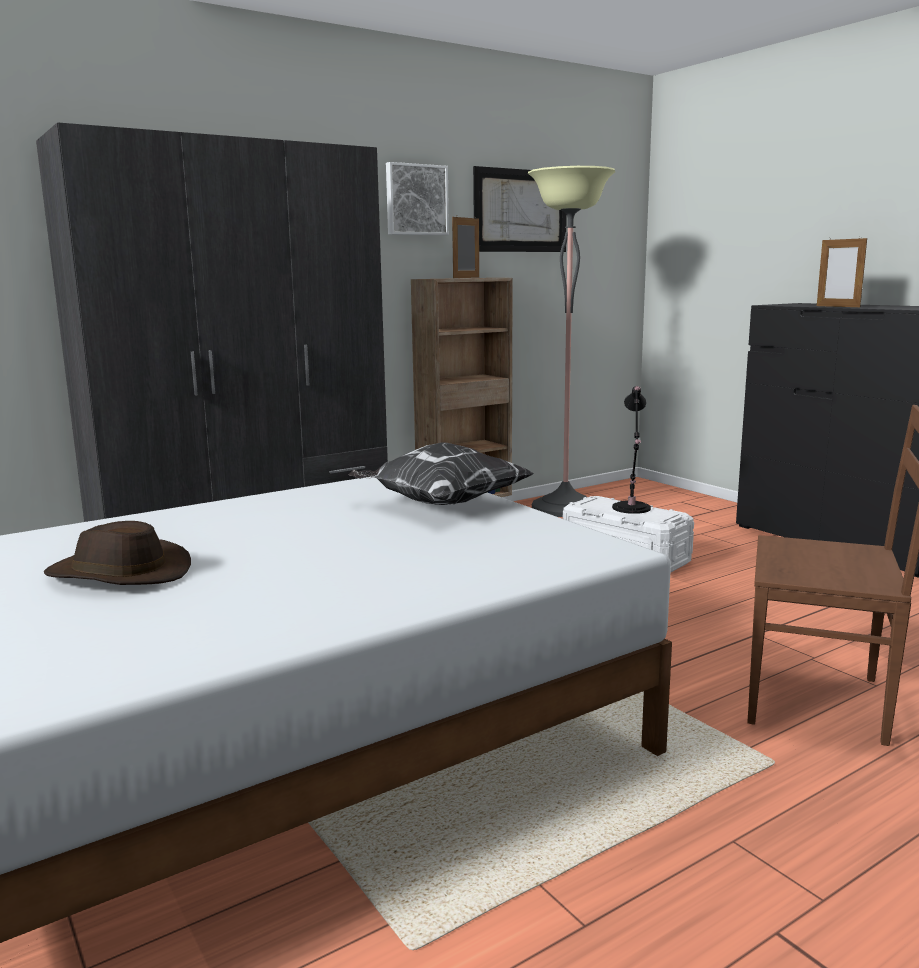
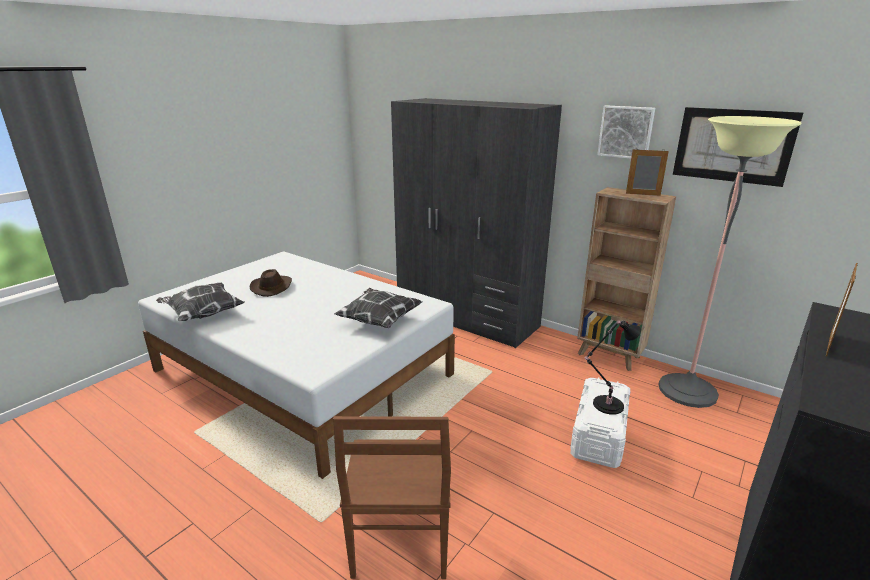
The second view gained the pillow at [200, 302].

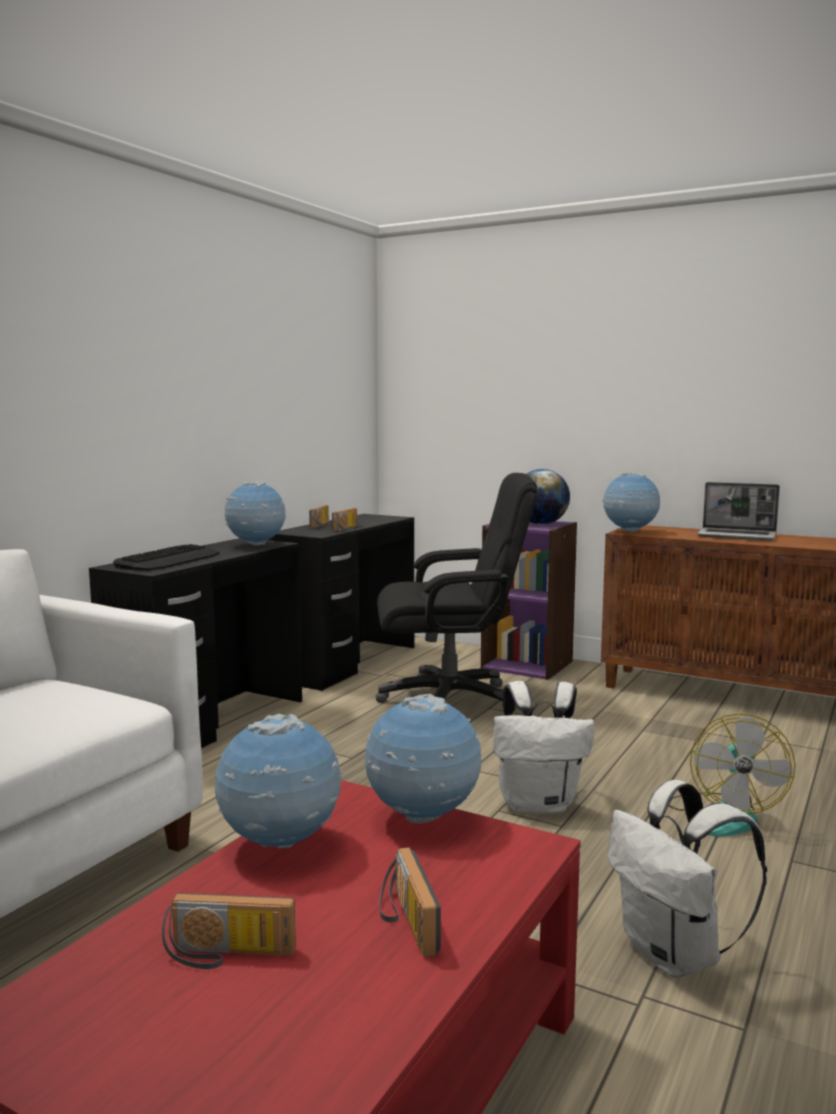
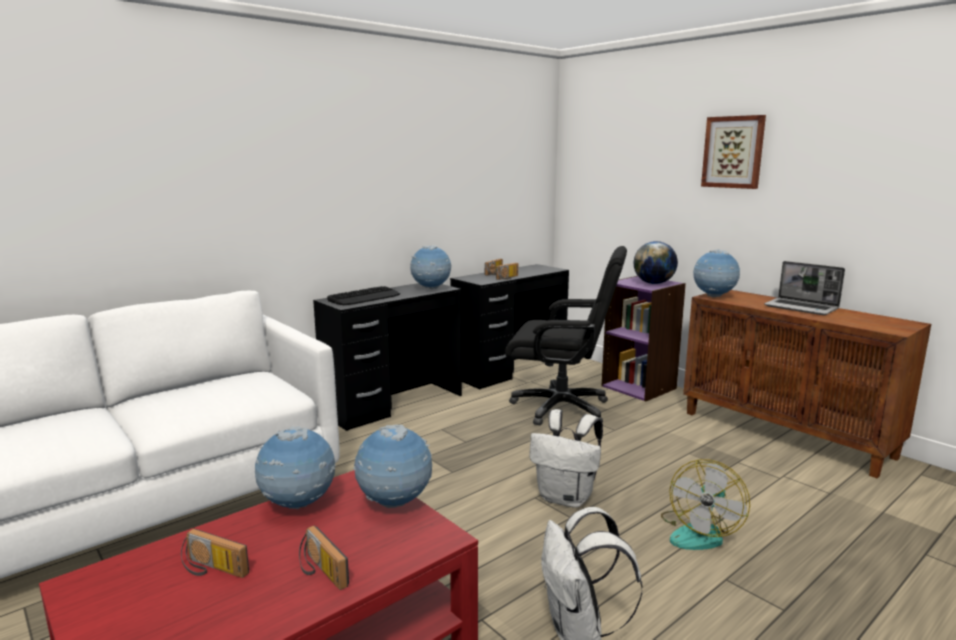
The second view gained the wall_art at [733, 152]. The radio_set at [410, 902] ended up facing another way, 45 degrees counterclockwise from before.

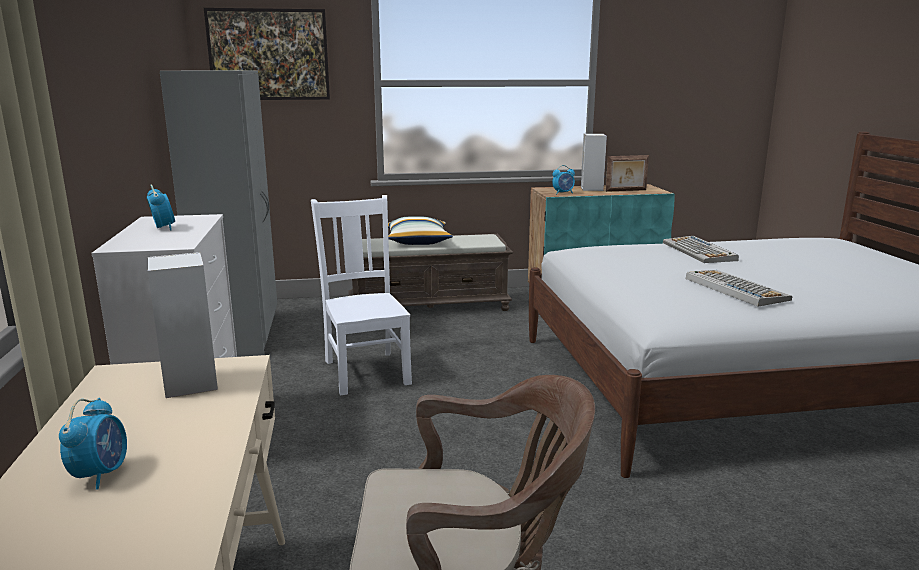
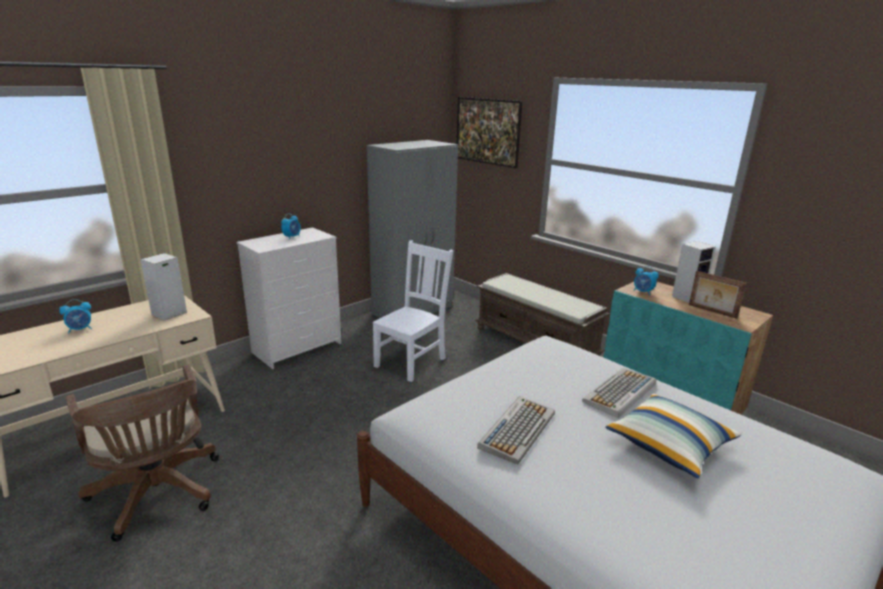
The pillow ended up elsewhere, having gone from [420, 230] to [673, 435].

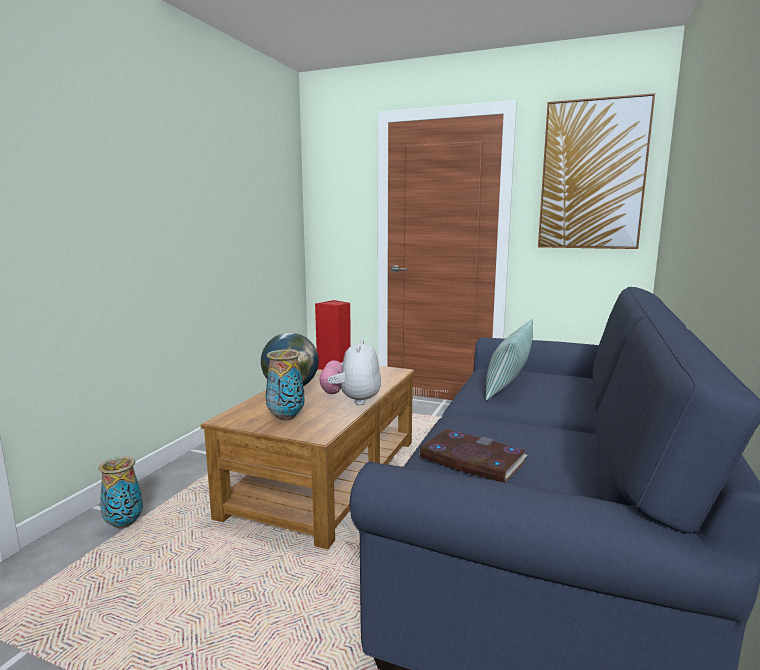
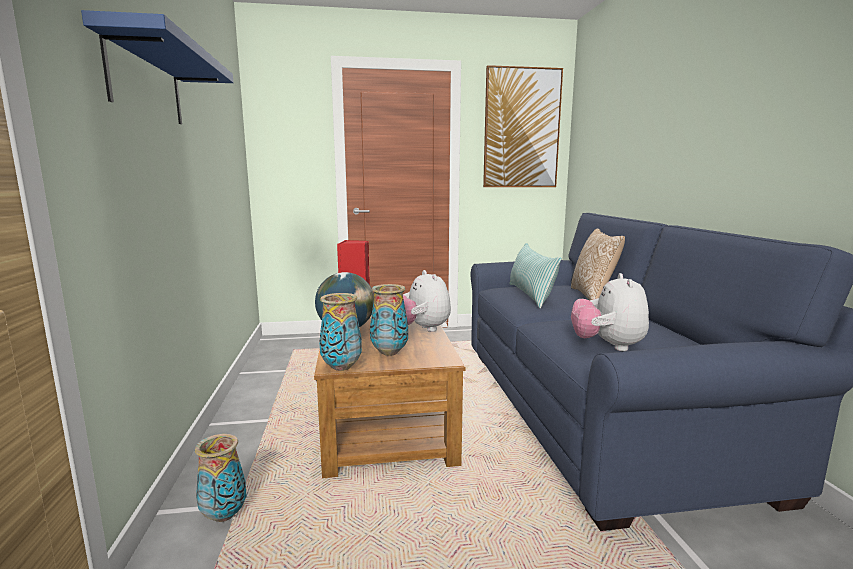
The second view gained the blue-coloured_shelf at [157, 67]. The second view gained the vase at [340, 332]. The second view gained the pillow at [598, 264]. Where the book stood at [473, 455], the plush_toy came to stand at [610, 312].

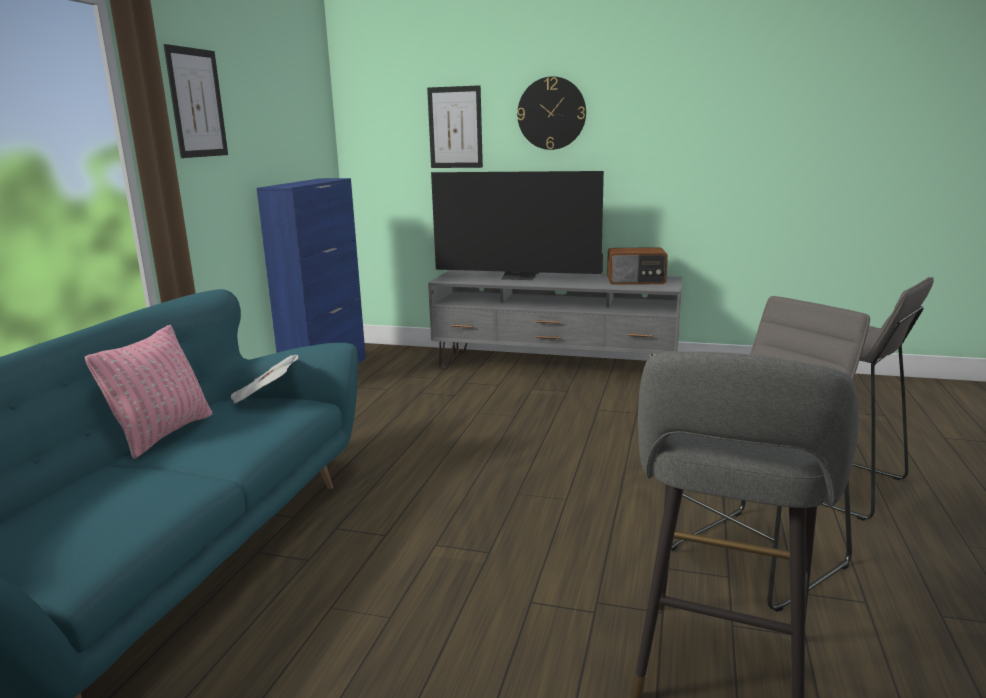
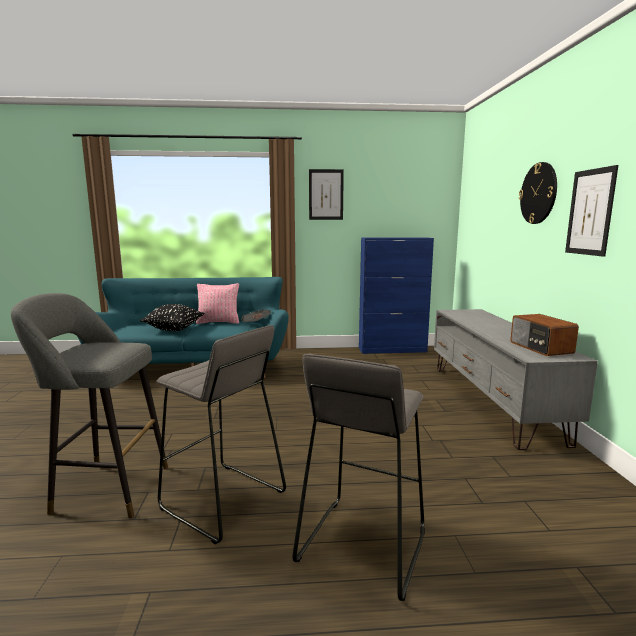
The second view lost the television at [517, 225]. The second view gained the black_pillow at [172, 317]. The wall_art ended up elsewhere, having gone from [455, 126] to [591, 211].

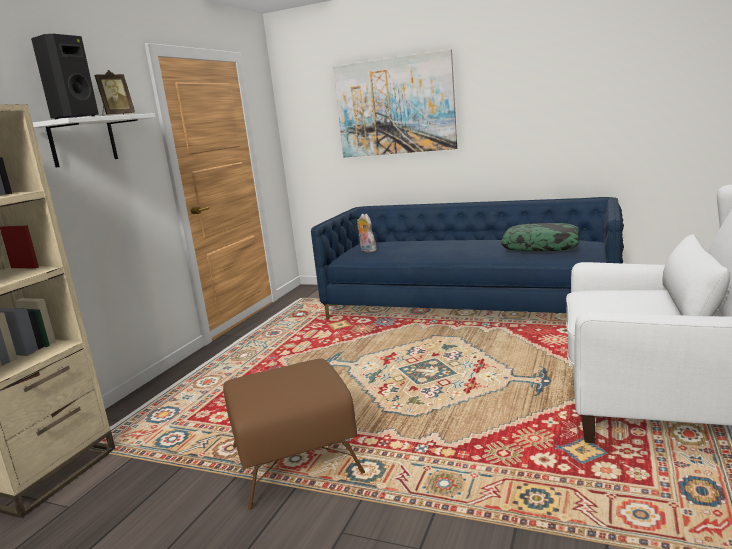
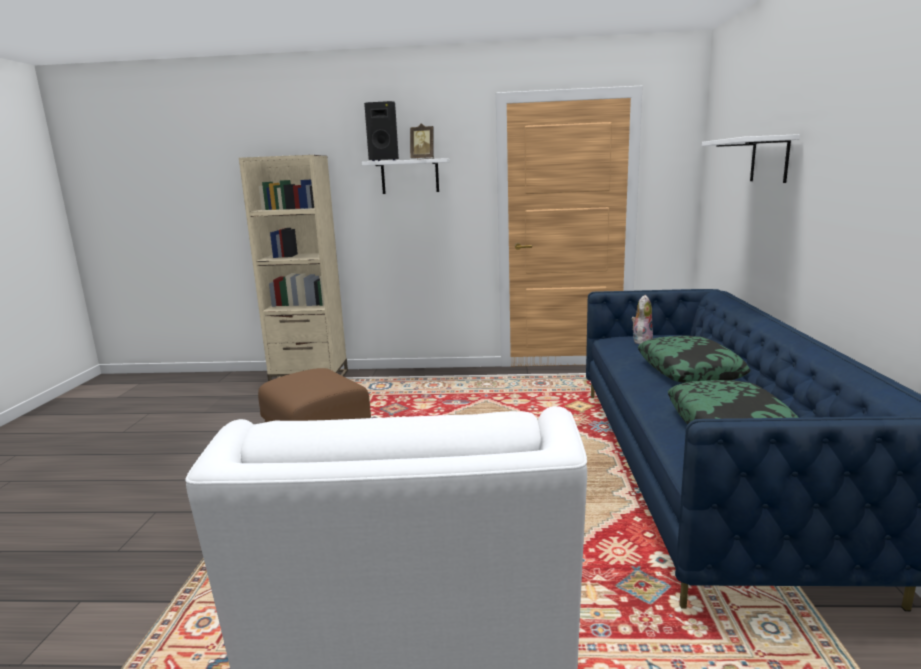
The second view gained the pillow at [694, 359]. Where the wall_art hung at [395, 103], the white-coloured_shelf came to hang at [751, 158].

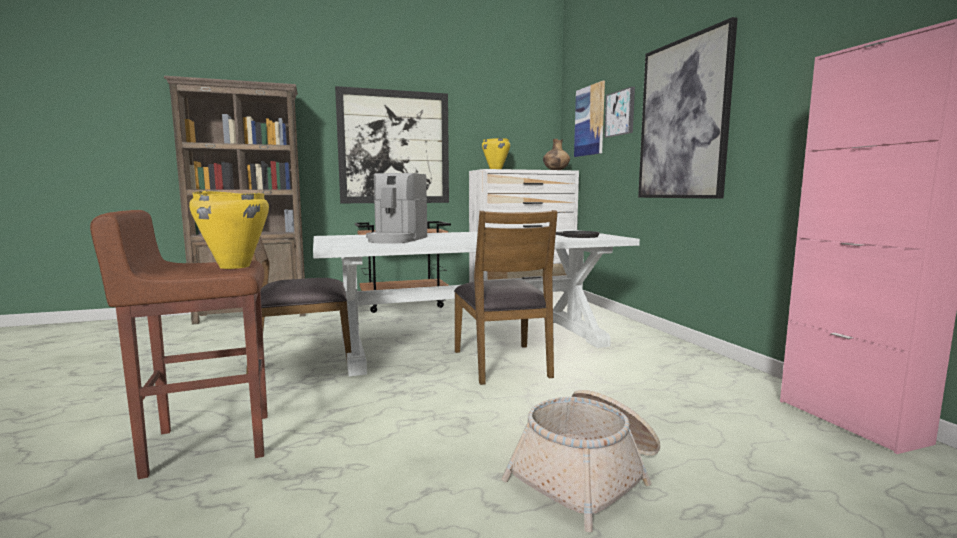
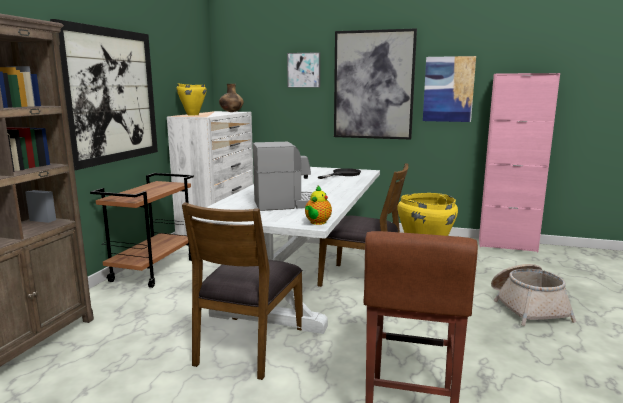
The second view gained the tea_pot at [318, 205]. The wall_art ended up elsewhere, having gone from [589, 119] to [449, 89]. The coffee_maker at [396, 208] ended up facing another way, 60 degrees counterclockwise from before.

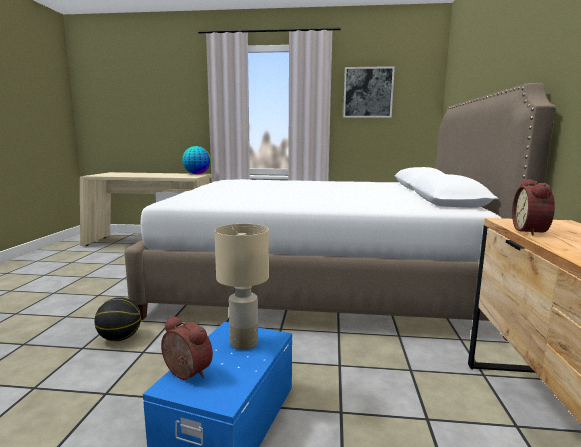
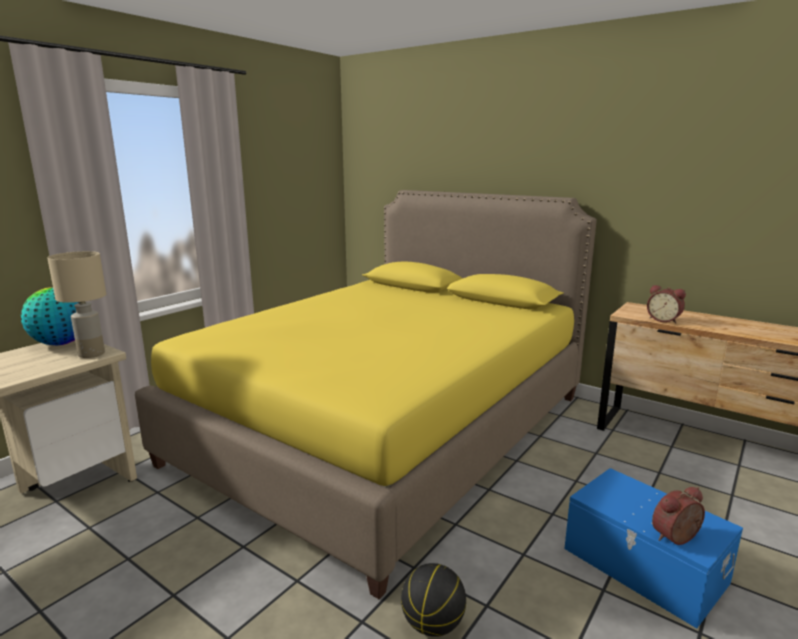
The second view lost the wall_art at [369, 92]. The beige_table_lamp ended up elsewhere, having gone from [241, 287] to [76, 304]. What was the white-coloured_bed at [340, 212] turned into the yellowish_bed at [366, 394].

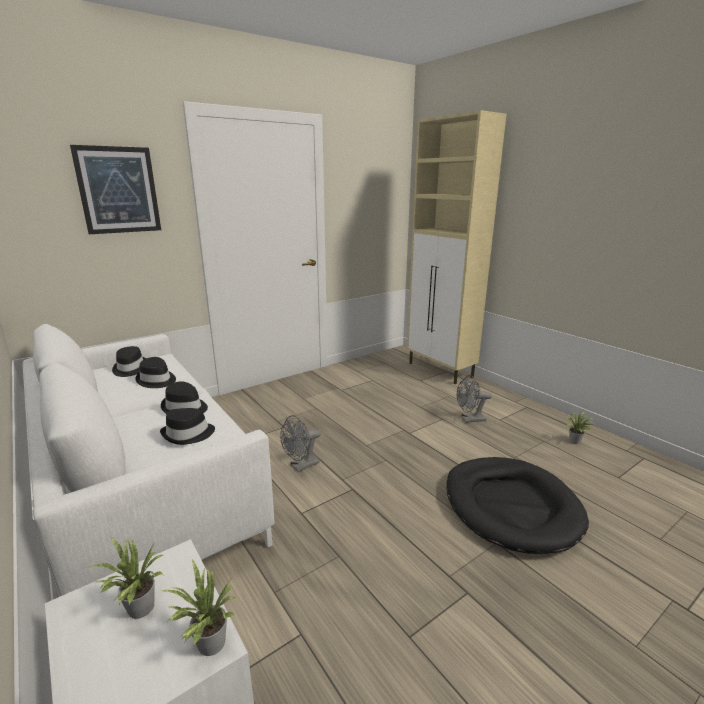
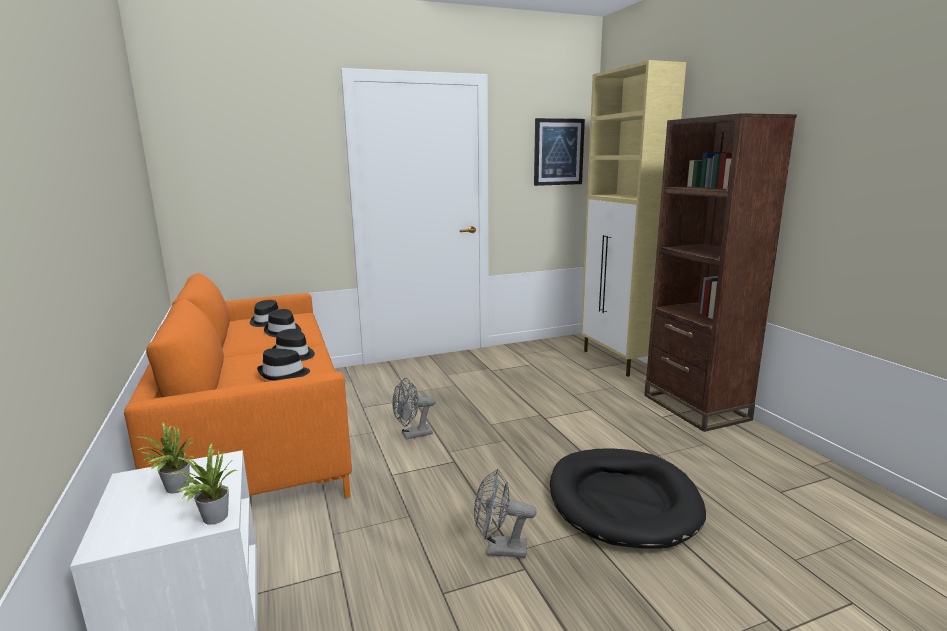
The second view lost the plant_in_a_pot at [580, 427]. The second view gained the brownish_bookcase at [720, 272]. The wall_art ended up elsewhere, having gone from [115, 189] to [559, 152]. The grey_electric_fan ended up elsewhere, having gone from [474, 399] to [505, 513]. What was the white-coloured_sofa at [148, 460] turned into the orangey_sofa at [238, 385].

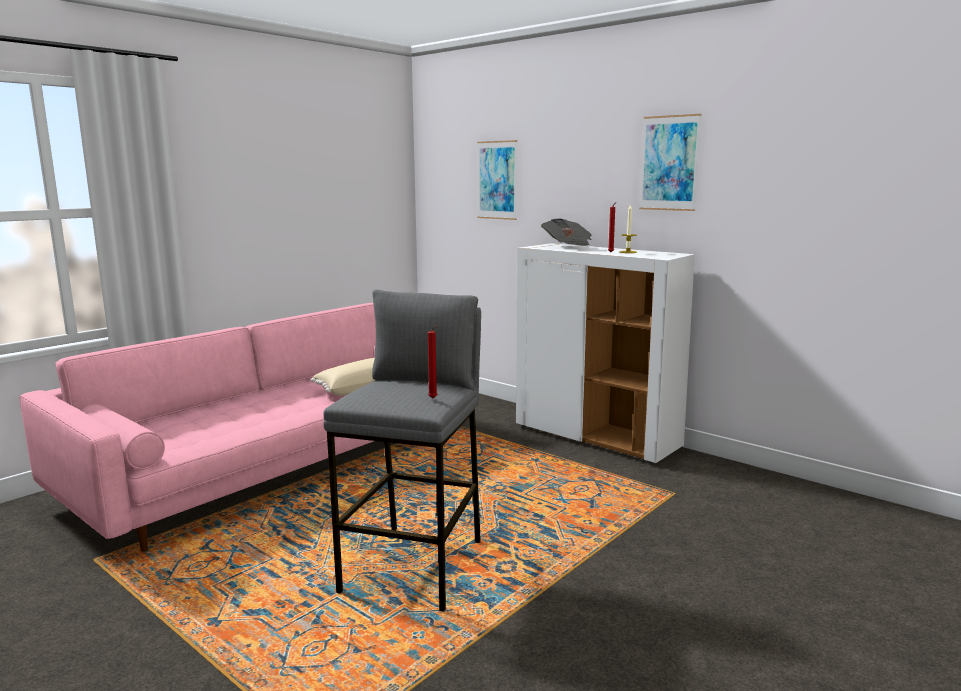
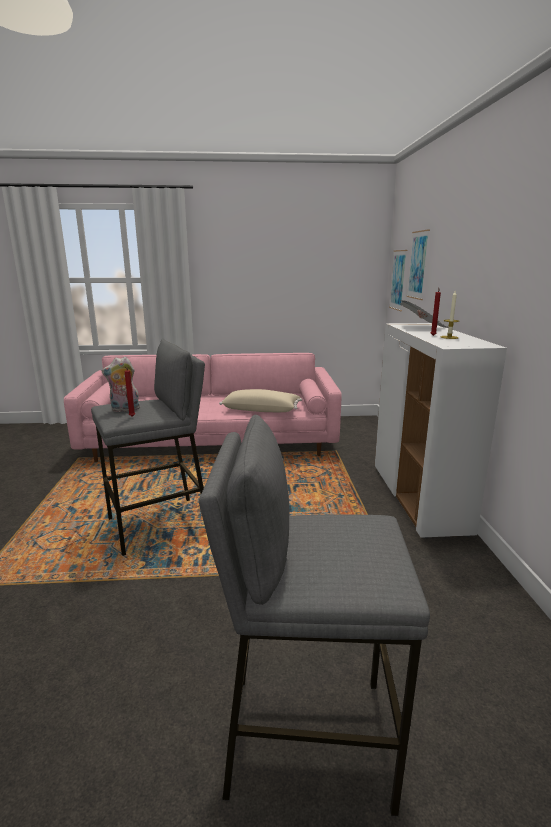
The second view gained the plush_toy at [121, 384]. The second view gained the grey_sitting_stool at [314, 615]. The wall_art ended up elsewhere, having gone from [670, 162] to [398, 280].

